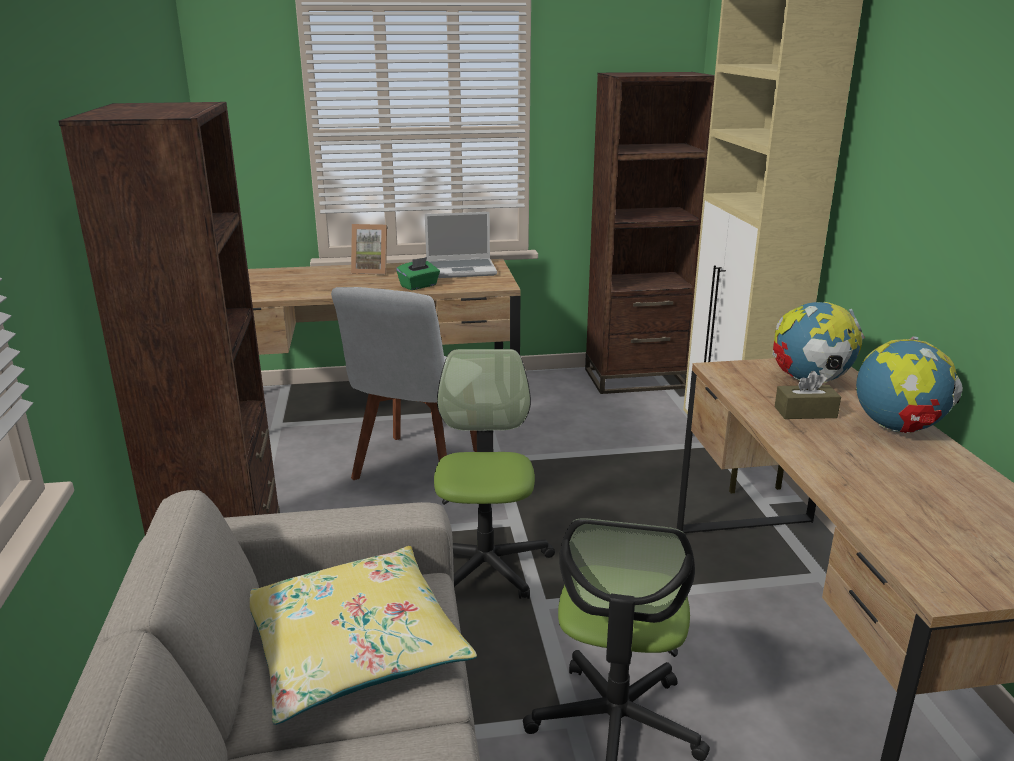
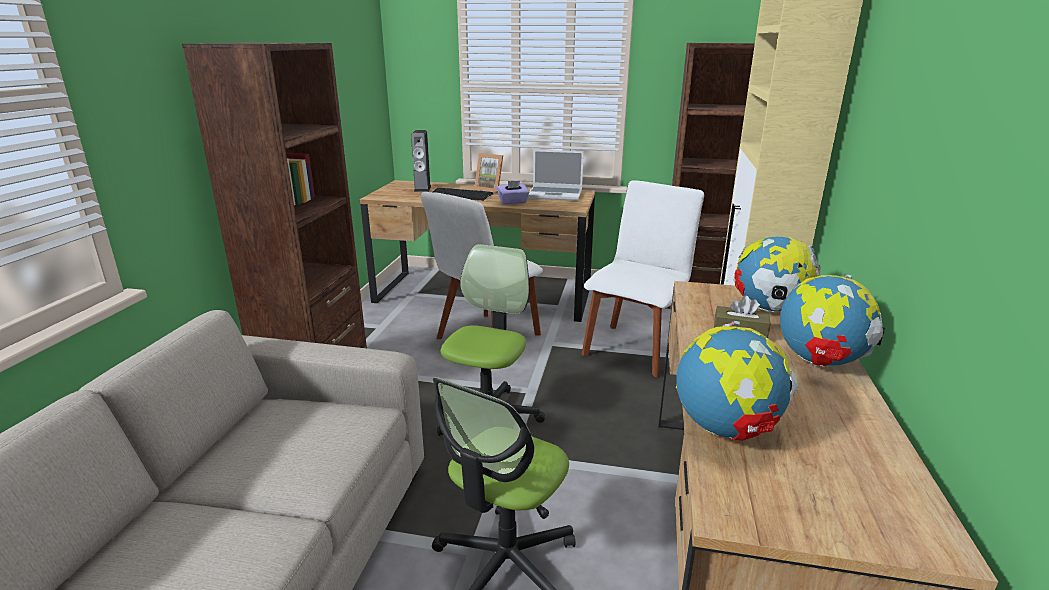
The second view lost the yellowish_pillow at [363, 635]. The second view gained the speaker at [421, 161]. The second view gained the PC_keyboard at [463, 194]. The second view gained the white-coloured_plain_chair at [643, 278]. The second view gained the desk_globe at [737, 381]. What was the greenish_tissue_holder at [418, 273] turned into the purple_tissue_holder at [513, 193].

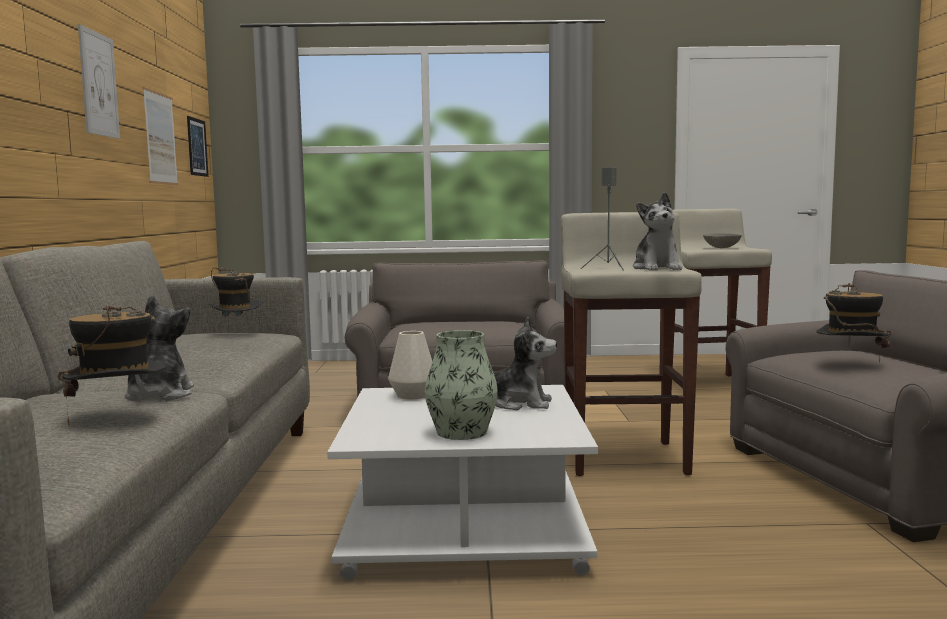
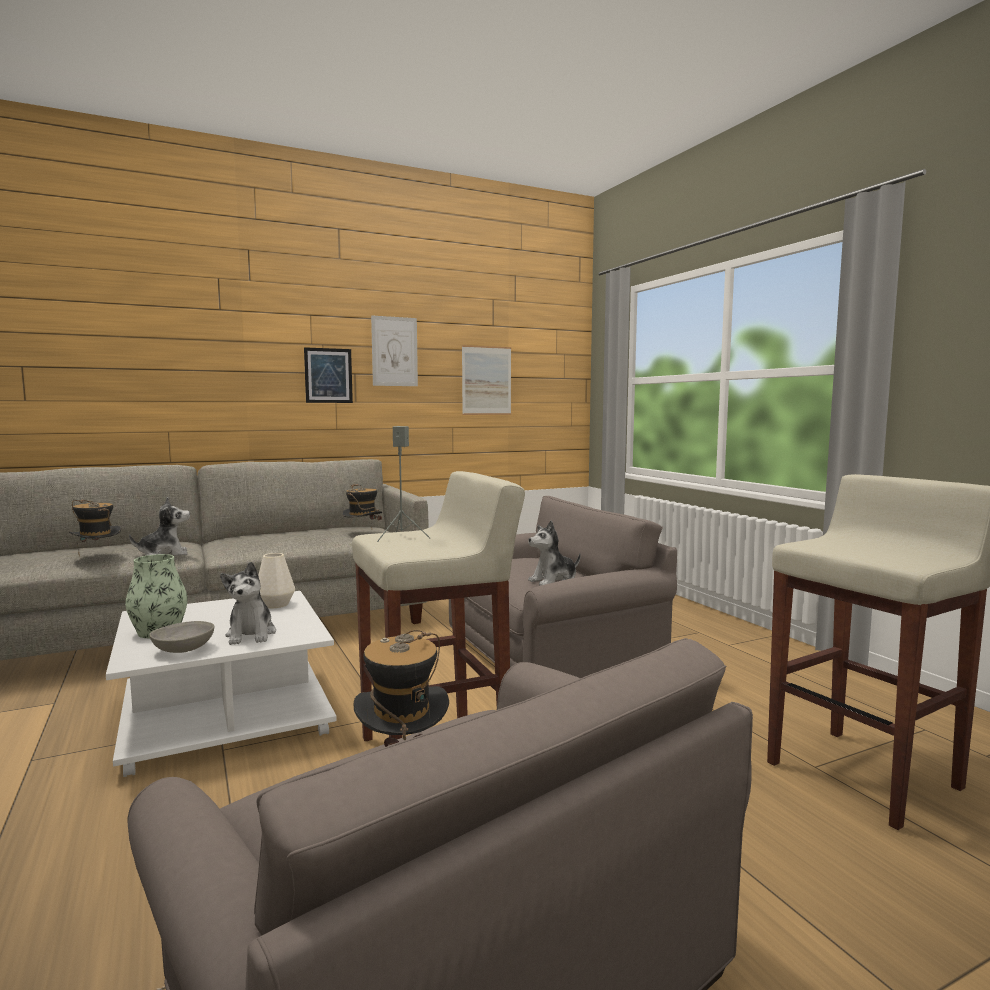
The wall_art ended up elsewhere, having gone from [198, 146] to [328, 375]. The plush_toy ended up elsewhere, having gone from [657, 231] to [554, 553]. The grey_bowl ended up elsewhere, having gone from [722, 240] to [181, 637].

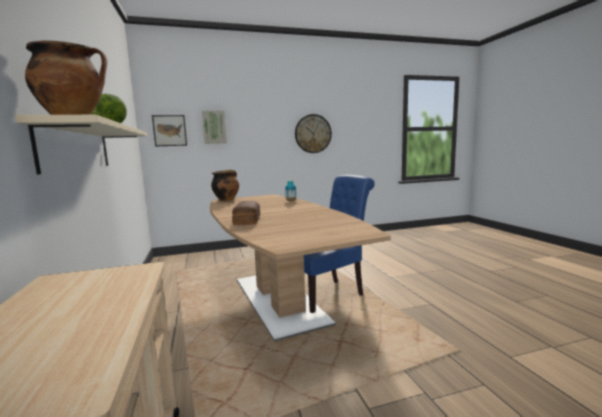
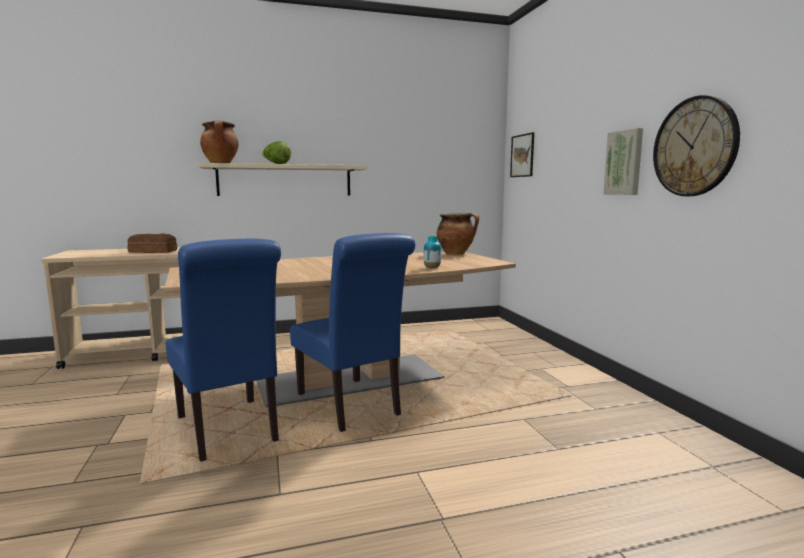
The second view gained the blue-coloured_plain_chair at [223, 350]. The wall_art ended up elsewhere, having gone from [214, 127] to [623, 161]. The bakery_bread ended up elsewhere, having gone from [246, 213] to [152, 243].

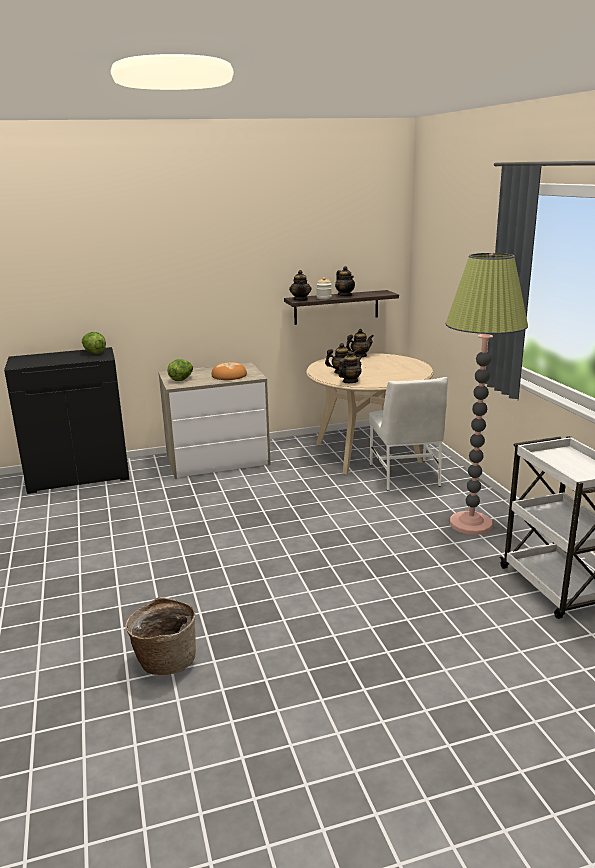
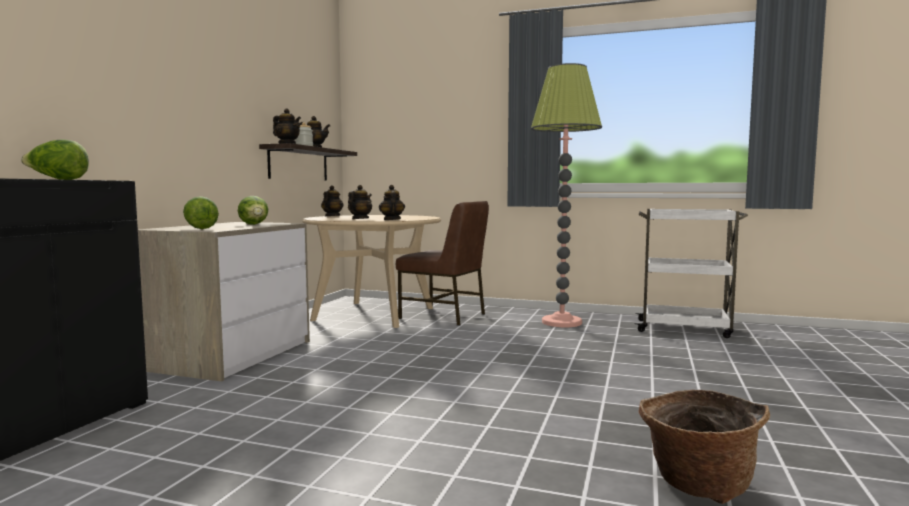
Where the bakery_bread stood at [229, 371], the head_of_lettuce came to stand at [253, 210]. What was the white-coloured_plain_chair at [408, 434] turned into the brownish_plain_chair at [442, 263].

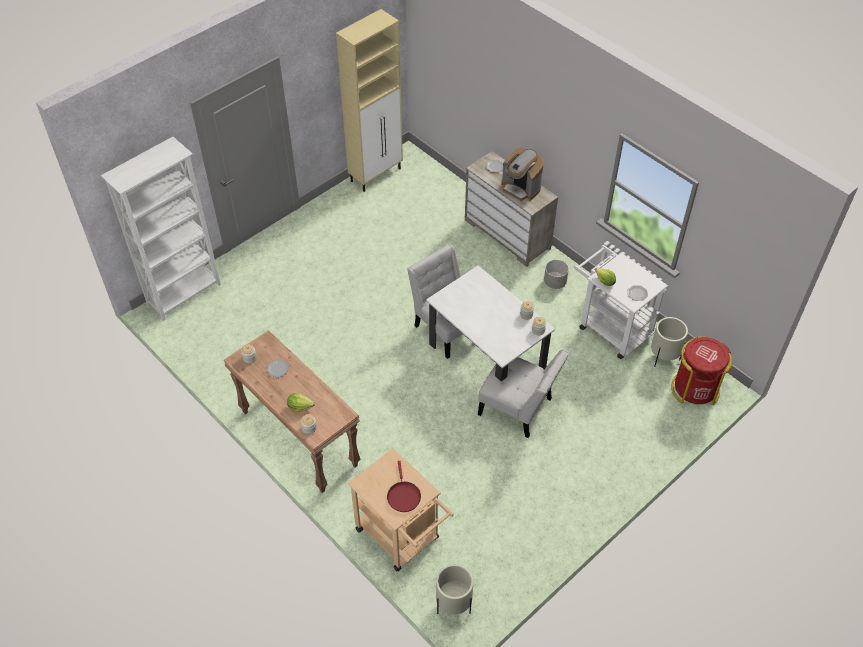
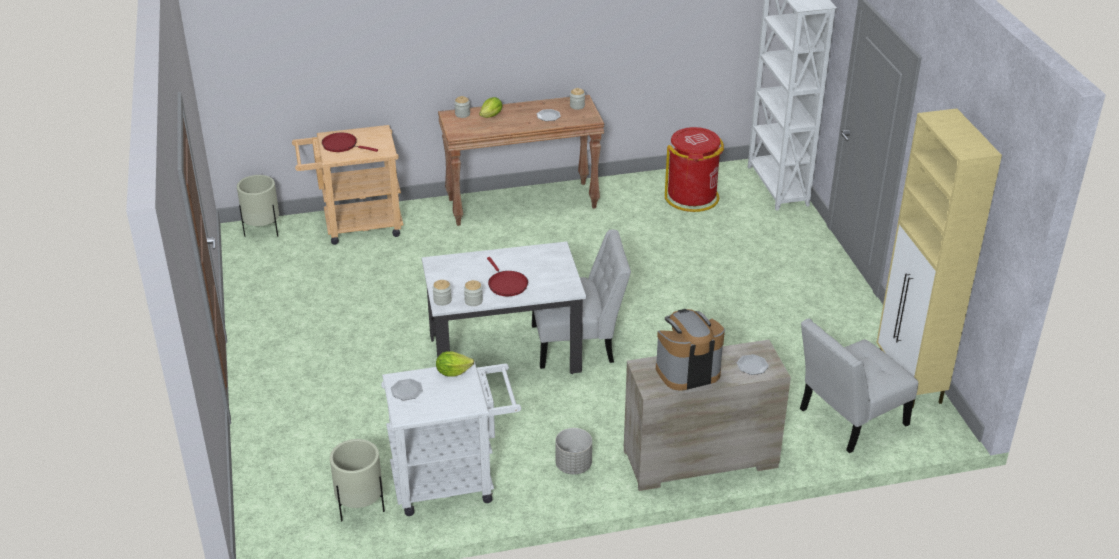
The second view gained the red_pan at [507, 276]. The white-coloured_plain_chair ended up elsewhere, having gone from [523, 393] to [859, 386]. The red_rubbish_bin ended up elsewhere, having gone from [702, 370] to [694, 169].

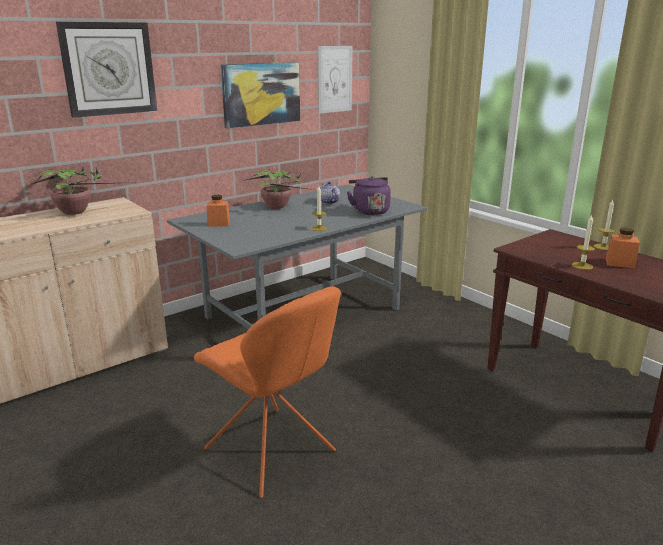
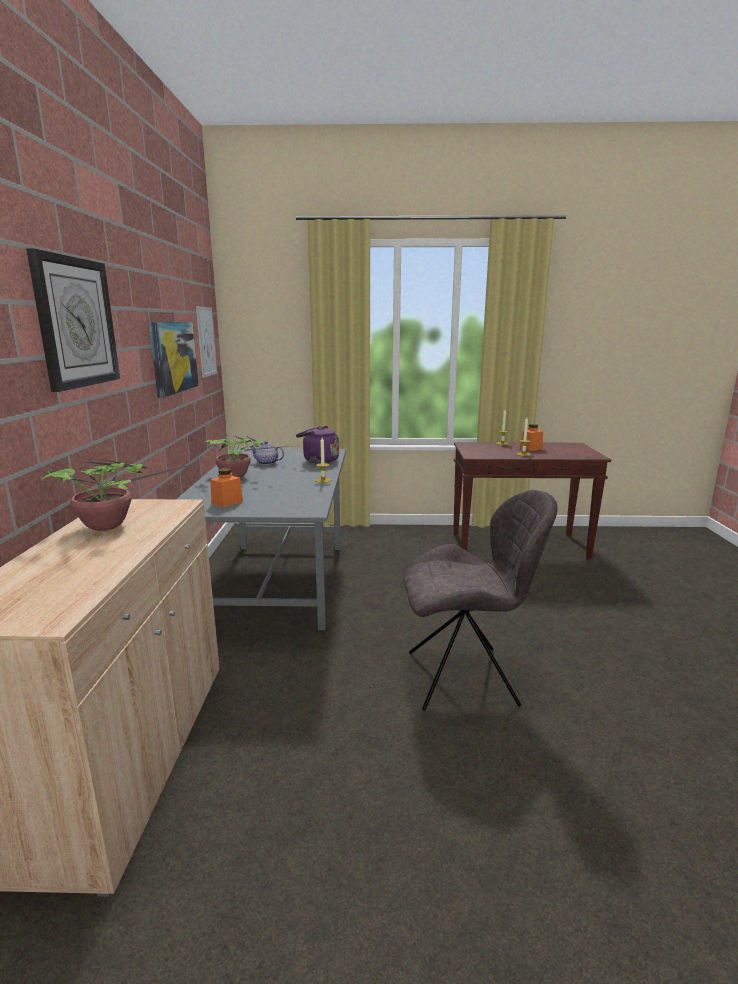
What was the orangey_plain_chair at [267, 392] turned into the grey_plain_chair at [480, 600].

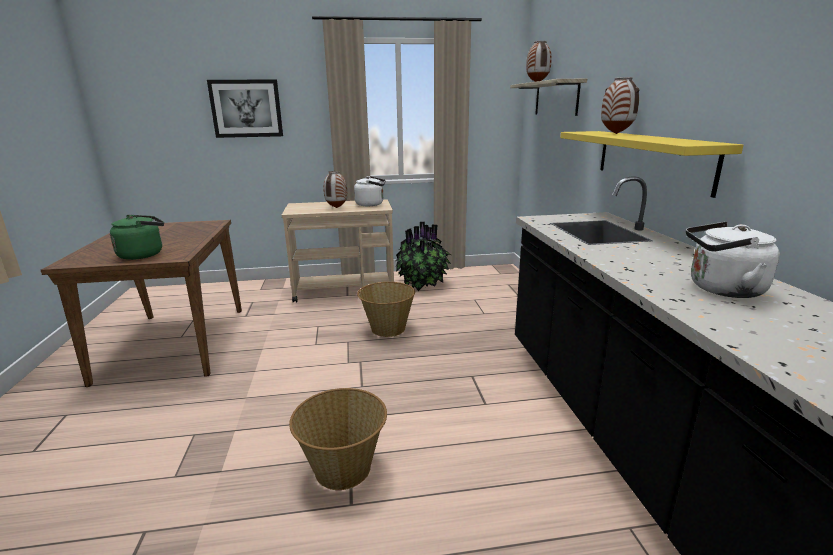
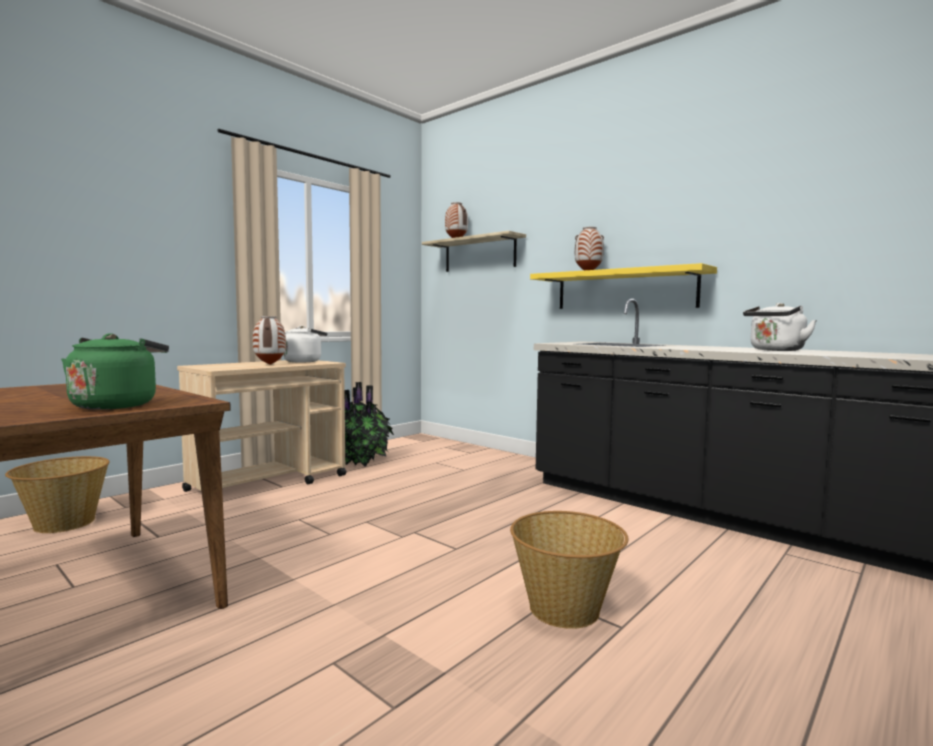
The second view lost the wall_art at [245, 108]. The basket ended up elsewhere, having gone from [386, 309] to [57, 494].

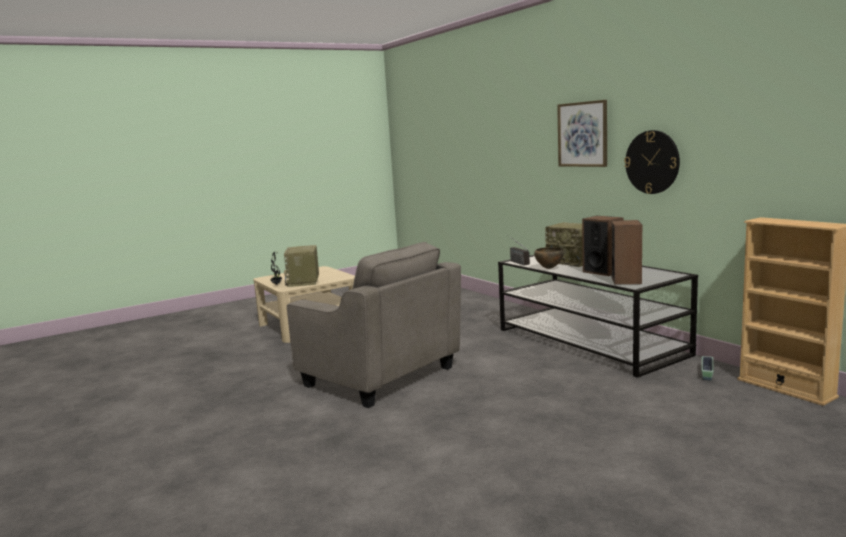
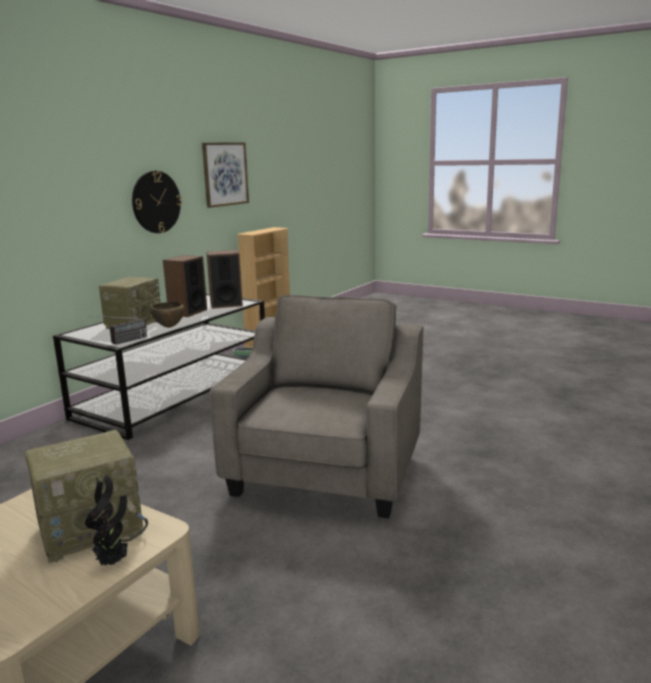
The wall_art ended up elsewhere, having gone from [582, 133] to [225, 175].

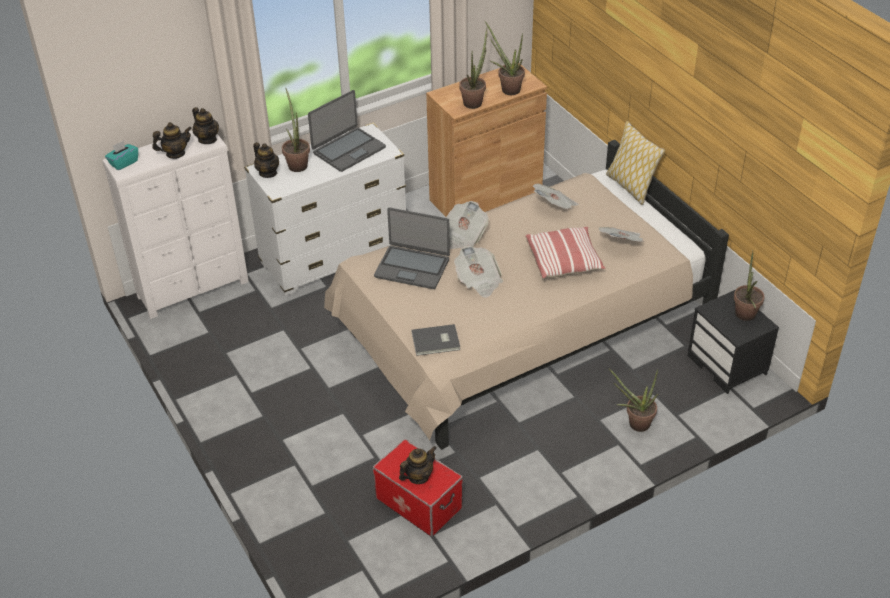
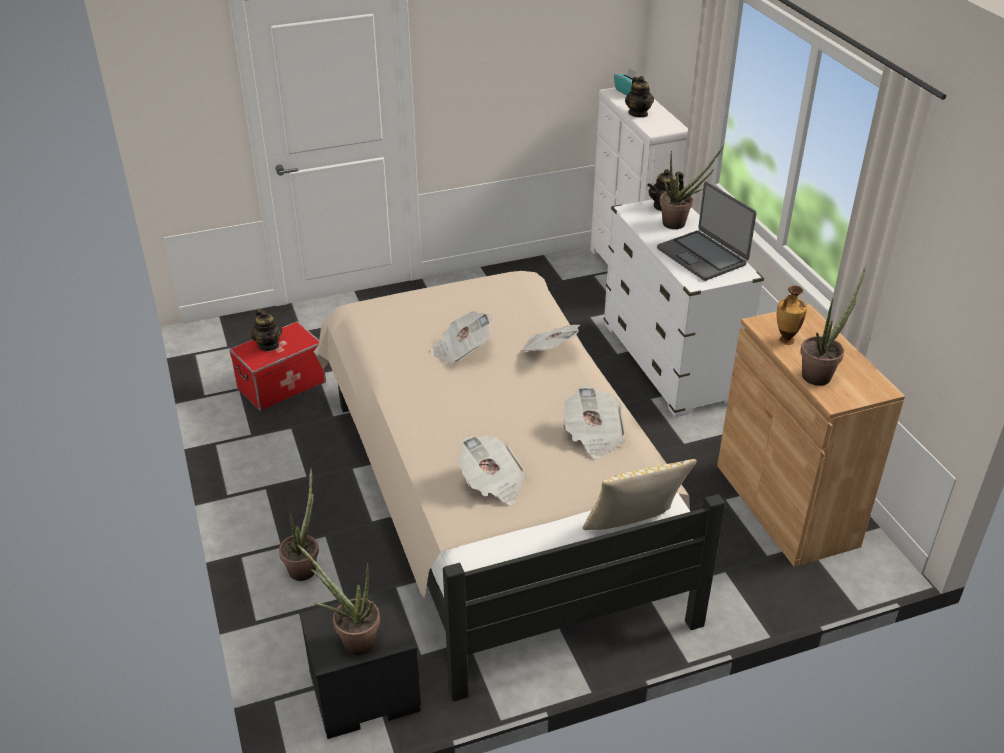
The second view lost the tea_pot at [205, 125]. The second view lost the portable_computer at [412, 248]. The second view lost the grey_book at [435, 340]. The second view lost the pillow at [565, 253]. Where the plant_in_a_pot stood at [473, 68], the vase came to stand at [792, 315].

